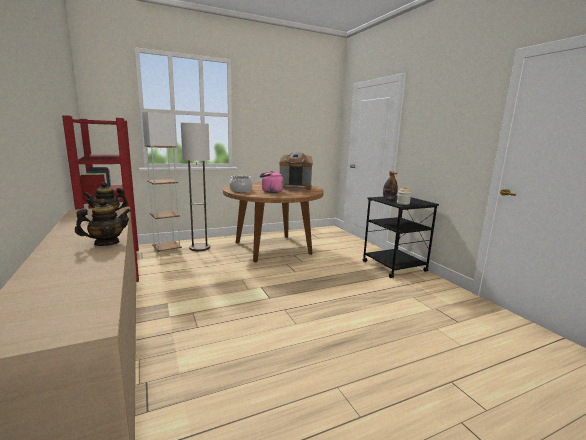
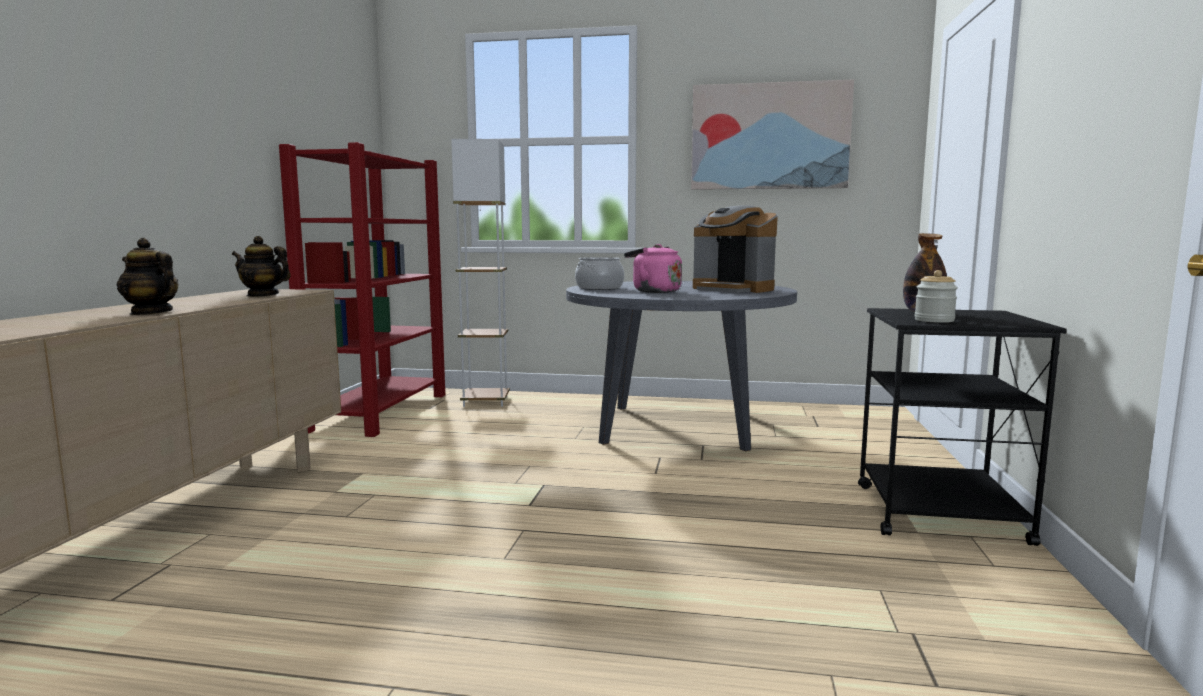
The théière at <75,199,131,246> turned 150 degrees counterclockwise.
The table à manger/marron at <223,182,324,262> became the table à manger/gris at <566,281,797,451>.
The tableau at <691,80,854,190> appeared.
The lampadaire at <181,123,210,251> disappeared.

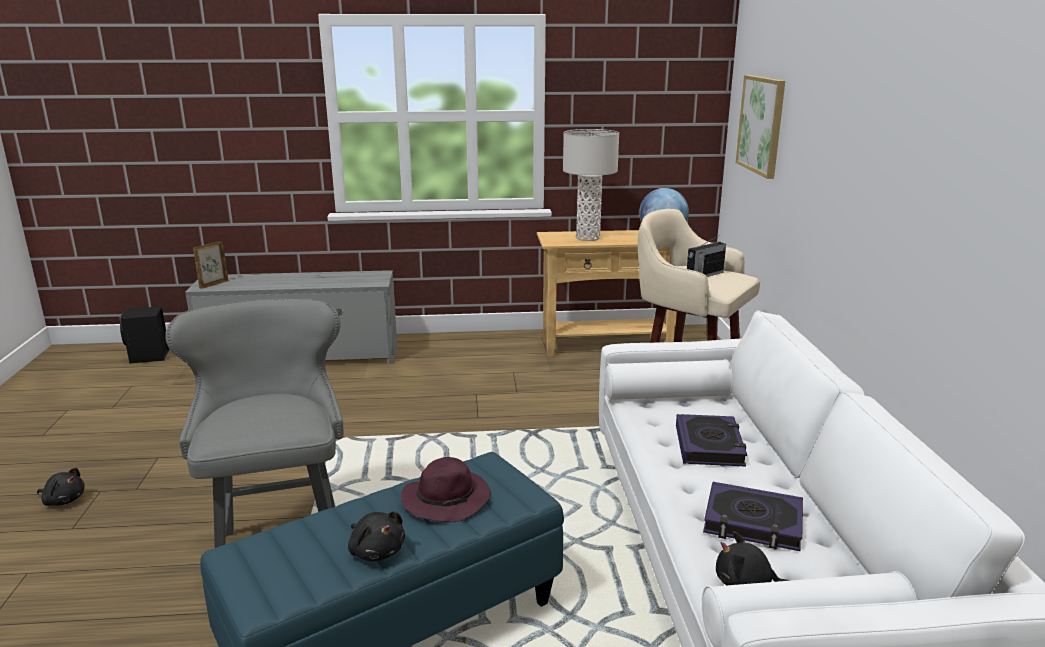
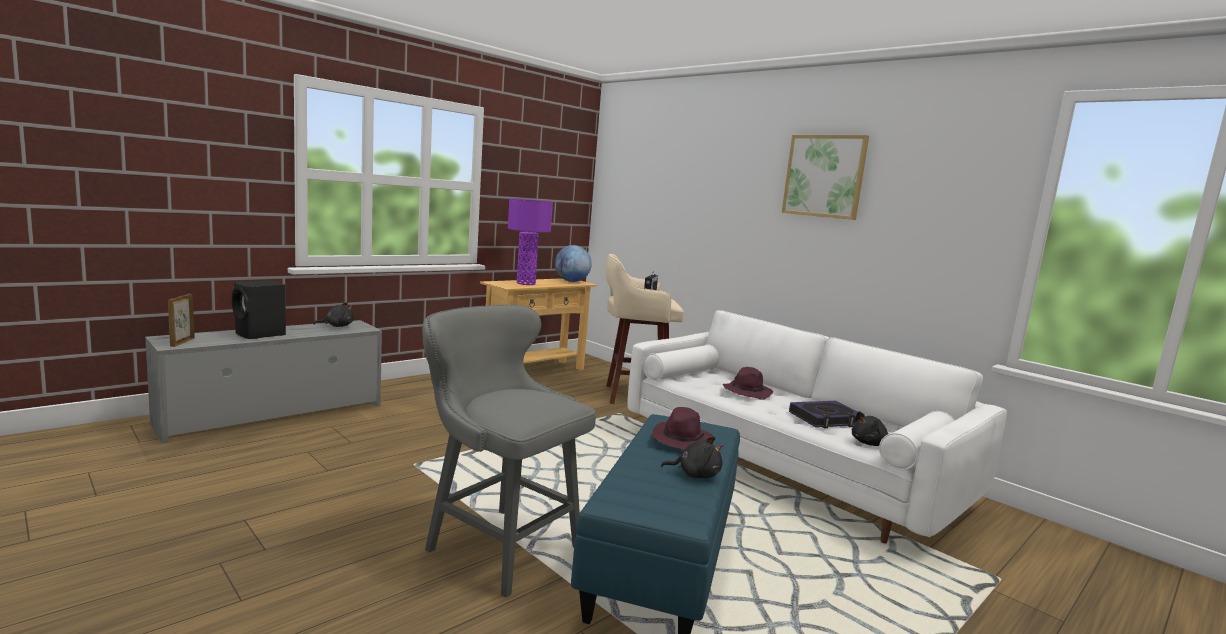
The enceinte/noir moved from <120,306,170,364> to <232,280,286,339>.
The peluche/noir moved from <37,468,85,506> to <314,302,354,327>.
The lampe de table/blanc at <563,129,619,241> became the lampe de table/violet at <508,198,553,285>.
The livre at <676,414,747,466> was replaced by the chapeau/violet at <723,367,773,399>.
The tableau moved from <735,75,785,179> to <782,135,869,220>.

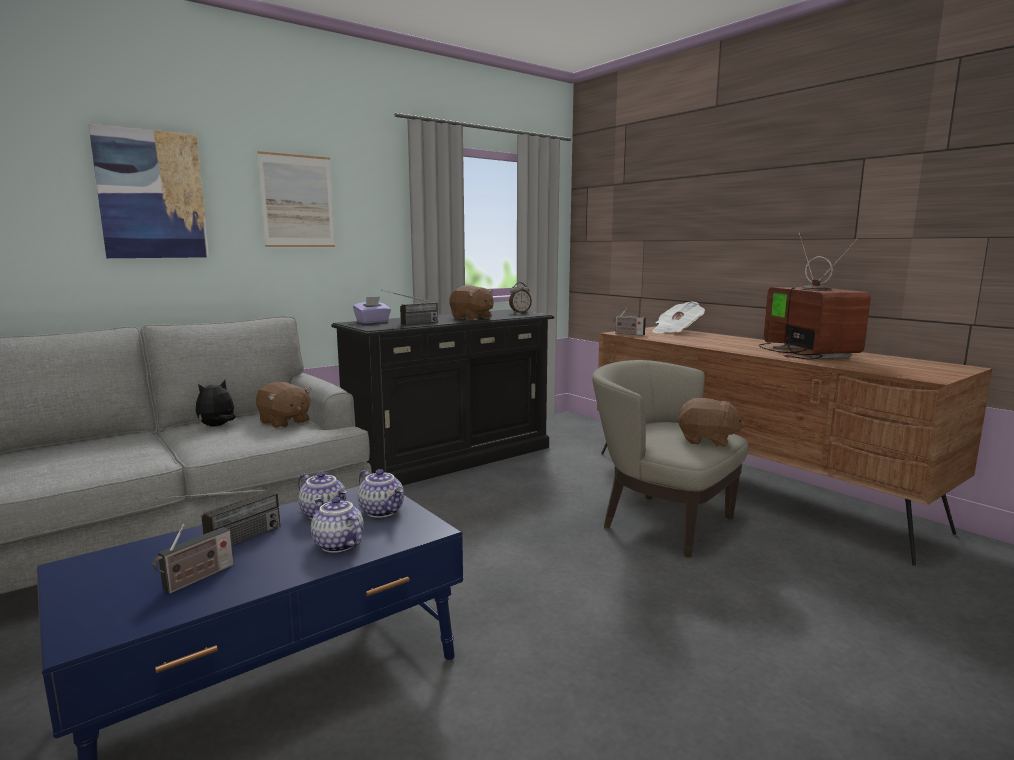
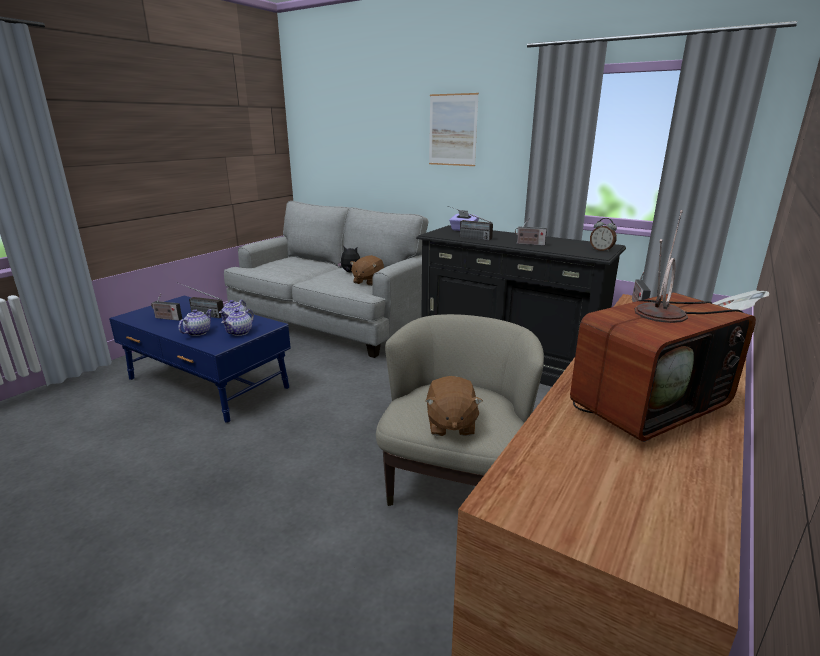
The peluche/marron at <449,285,494,320> was replaced by the radio at <515,218,547,246>.
The tableau at <89,124,209,258> disappeared.

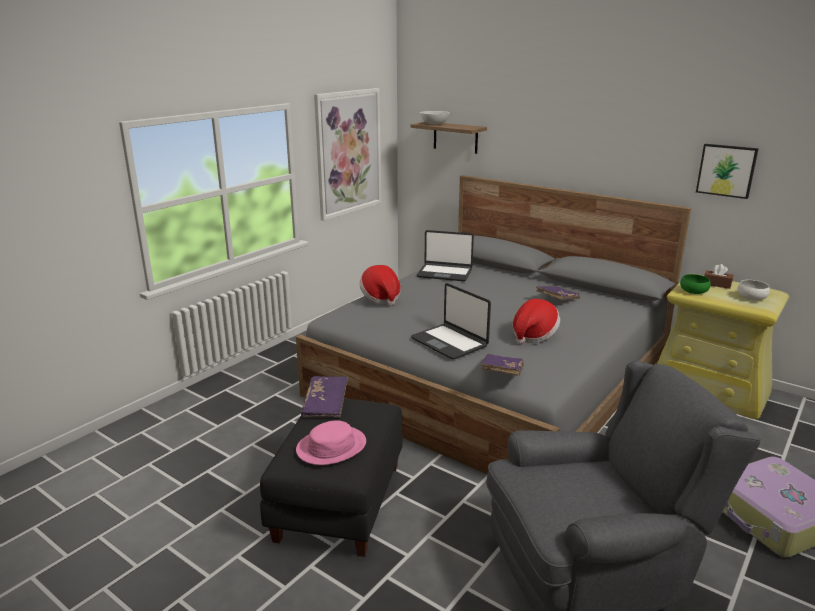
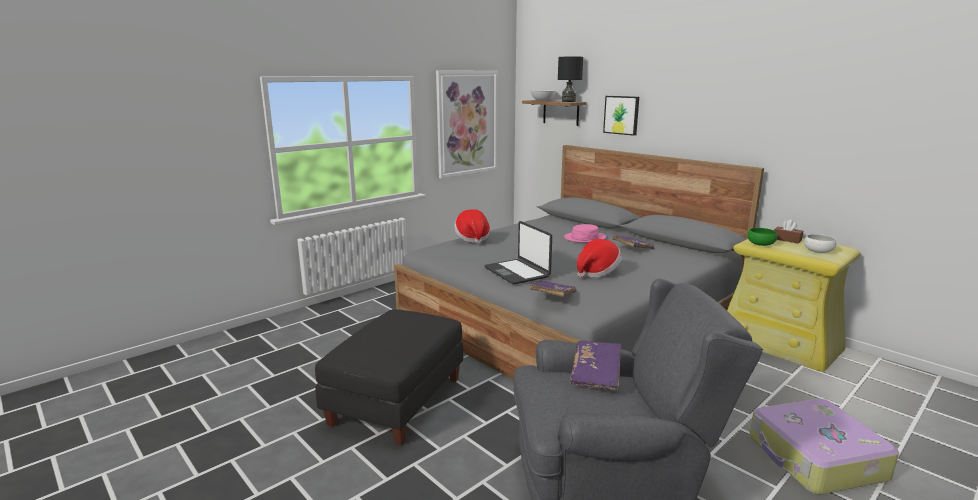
The lampe de table/noir at <558,57,583,102> appeared.
The chapeau/rose moved from <296,420,366,465> to <564,224,606,243>.
The livre/violet moved from <301,376,348,418> to <570,340,621,391>.
The tableau moved from <696,144,759,199> to <603,96,639,136>.
The ordinateur portable at <417,230,474,281> disappeared.

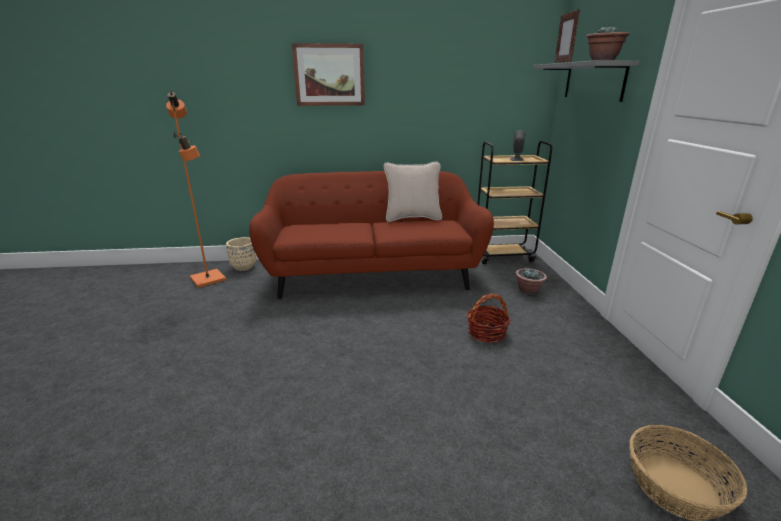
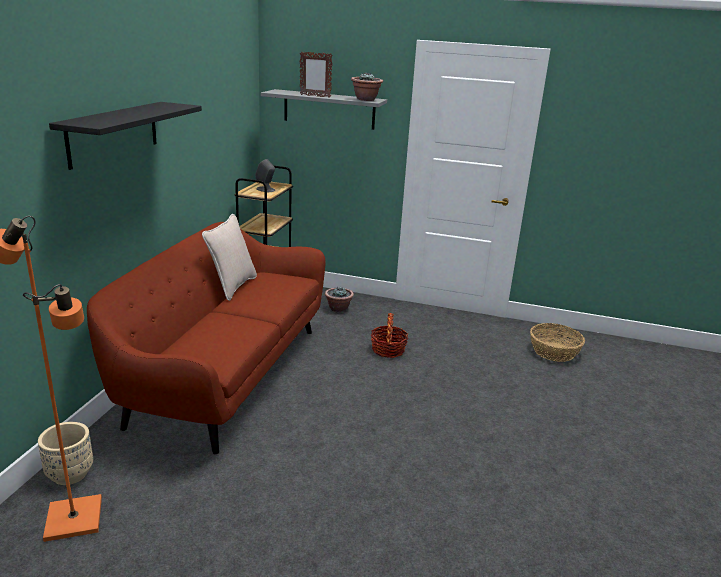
The tableau at <292,43,365,106> was replaced by the étagère/noir at <49,102,202,170>.

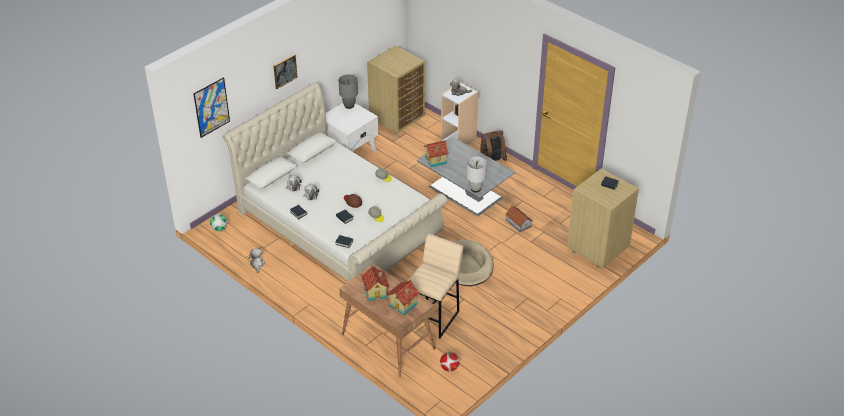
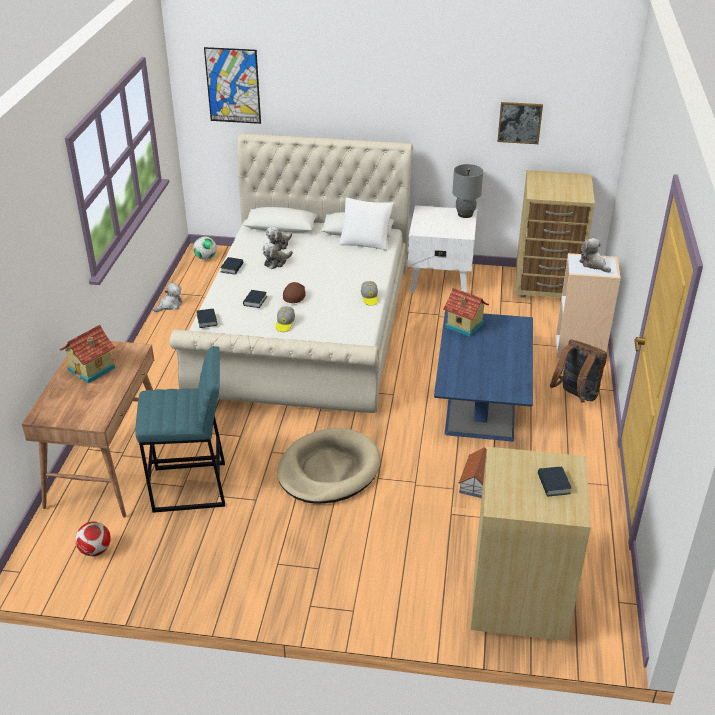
The tabouret/beige at <408,234,463,338> became the tabouret/turquoise at <135,346,225,513>.
The coussin/blanc at <340,198,394,250> appeared.
The table basse/gris at <417,137,515,216> became the table basse/bleu at <434,310,533,441>.
The tableau moved from <273,54,298,89> to <497,102,543,144>.
The maison miniature at <386,279,419,315> disappeared.
The lampe de table/blanc at <466,156,487,192> disappeared.

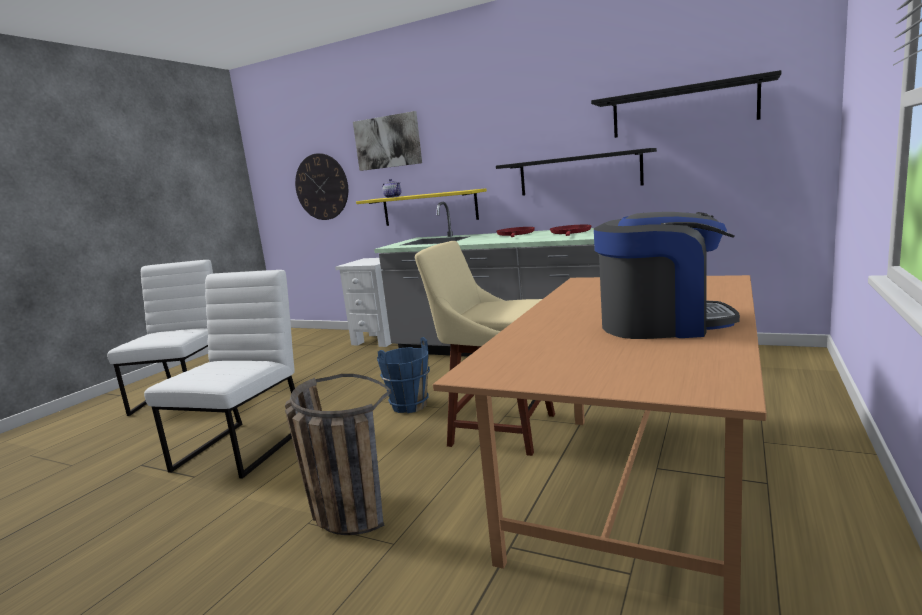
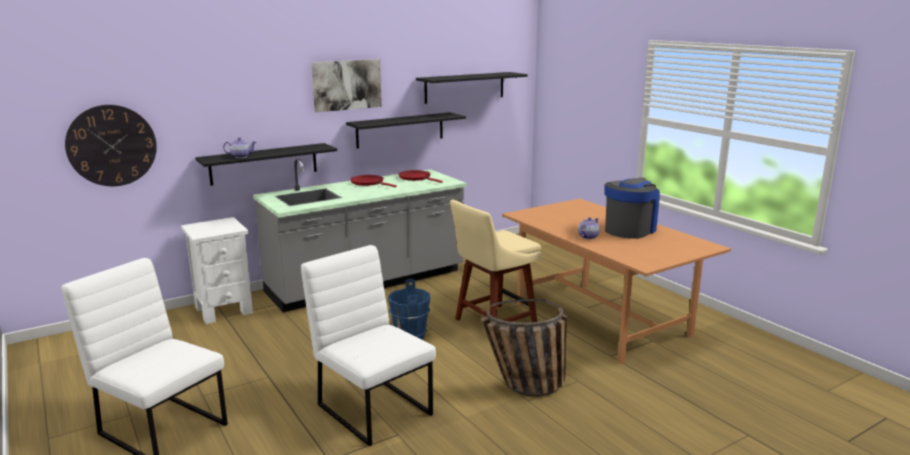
The étagère/jaune at <356,188,487,226> became the étagère/noir at <195,143,337,186>.
The tableau moved from <353,111,422,171> to <311,59,382,112>.
The théière at <578,217,600,239> appeared.

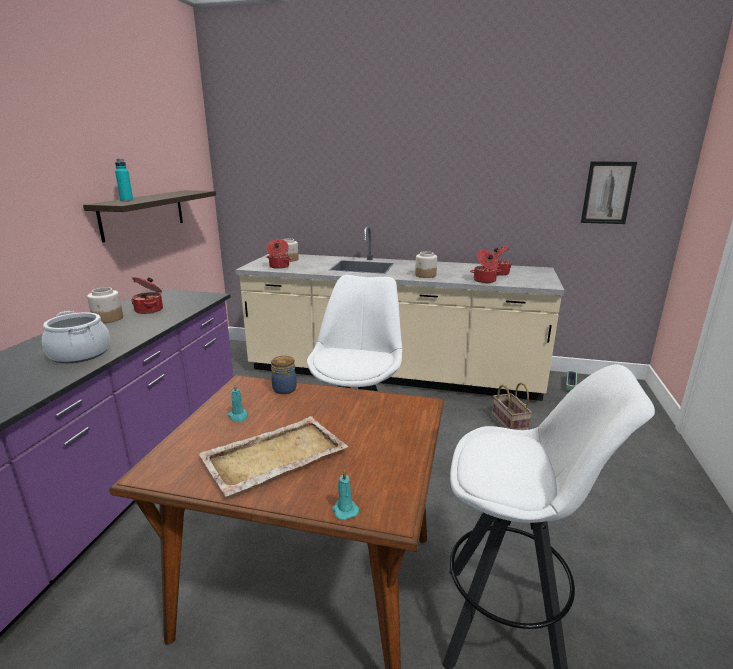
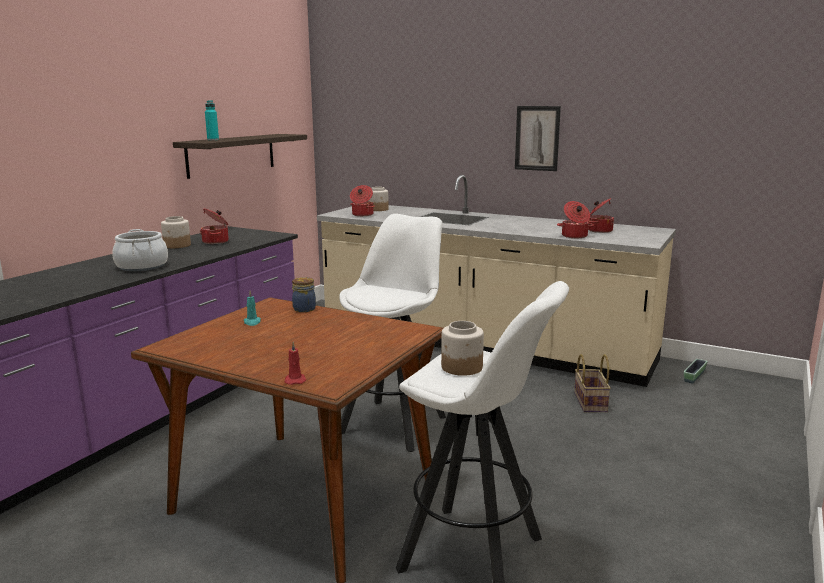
The bougie/turquoise at <332,470,359,520> became the bougie/rouge at <284,342,306,385>.
The bocal moved from <415,251,437,278> to <441,321,484,376>.
The tableau moved from <581,161,637,224> to <515,106,561,171>.
The plateau/beige at <198,416,348,497> disappeared.

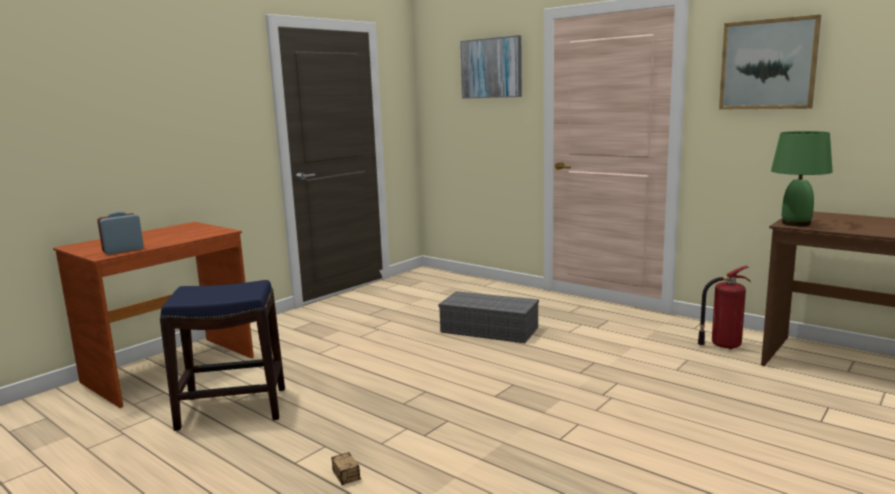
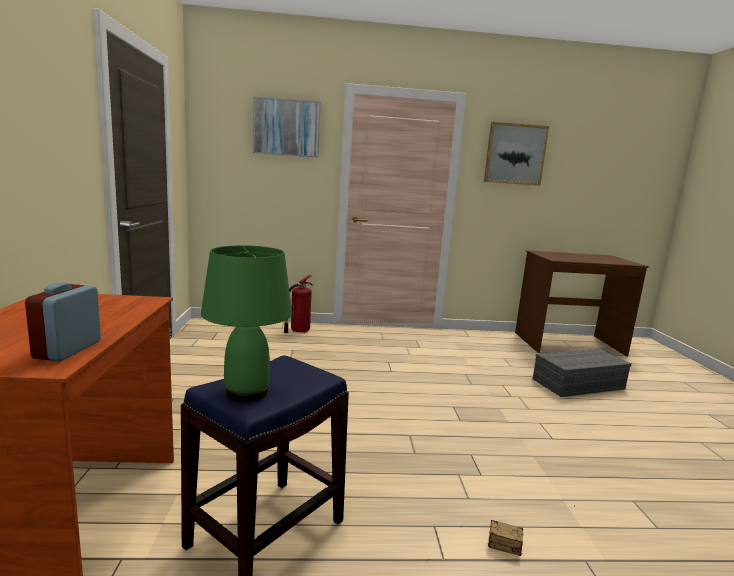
The lampe de table/vert moved from <771,131,833,226> to <201,245,292,402>.
The extincteur moved from <698,266,751,349> to <284,275,313,333>.
The boîte de rangement/gris moved from <438,291,539,343> to <533,349,632,397>.

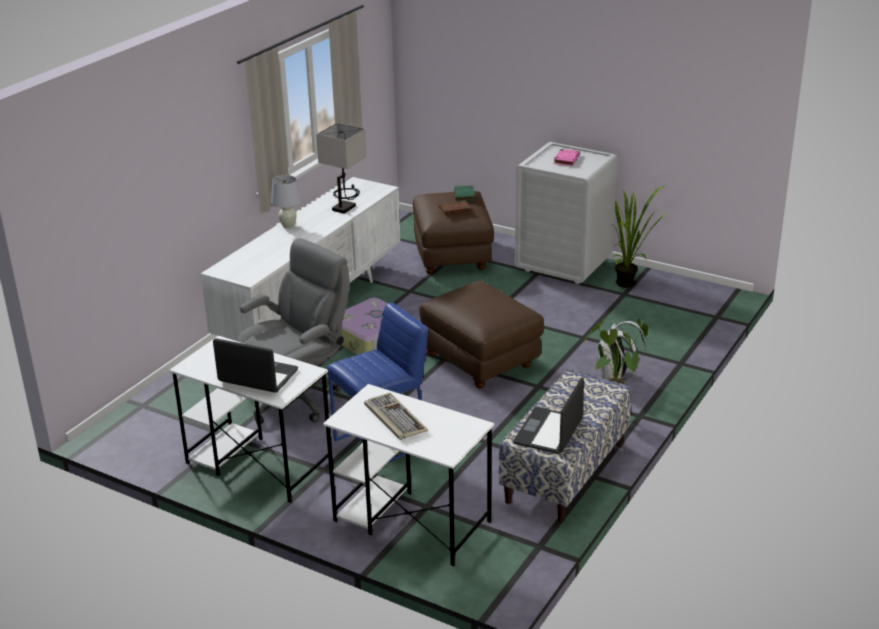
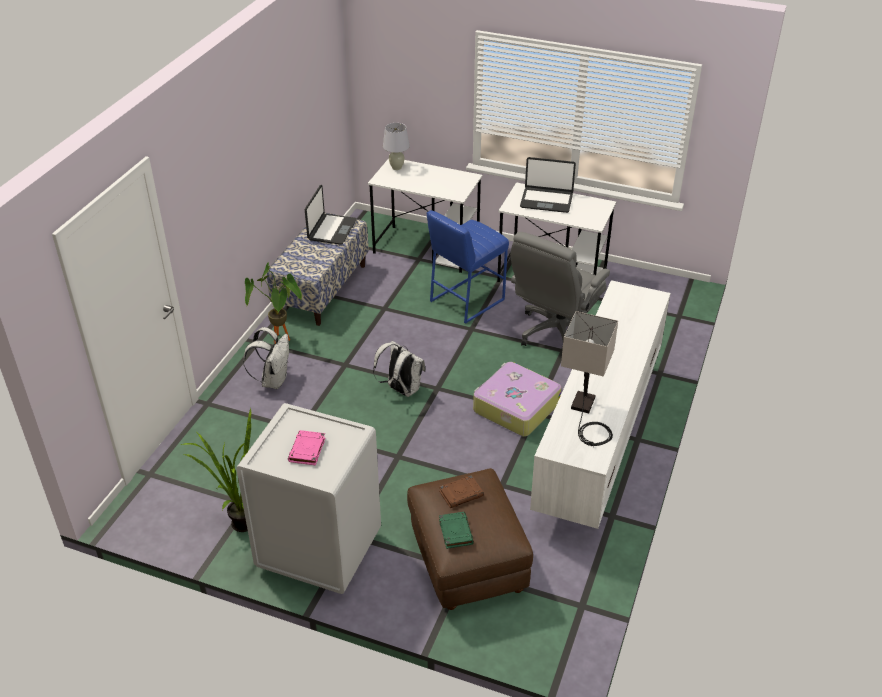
The pouf/marron at <420,281,544,389> was replaced by the sac à dos/blanc at <373,341,426,397>.
The lampe de table/blanc moved from <271,175,301,229> to <383,123,410,170>.
The clavier at <364,393,428,440> disappeared.

